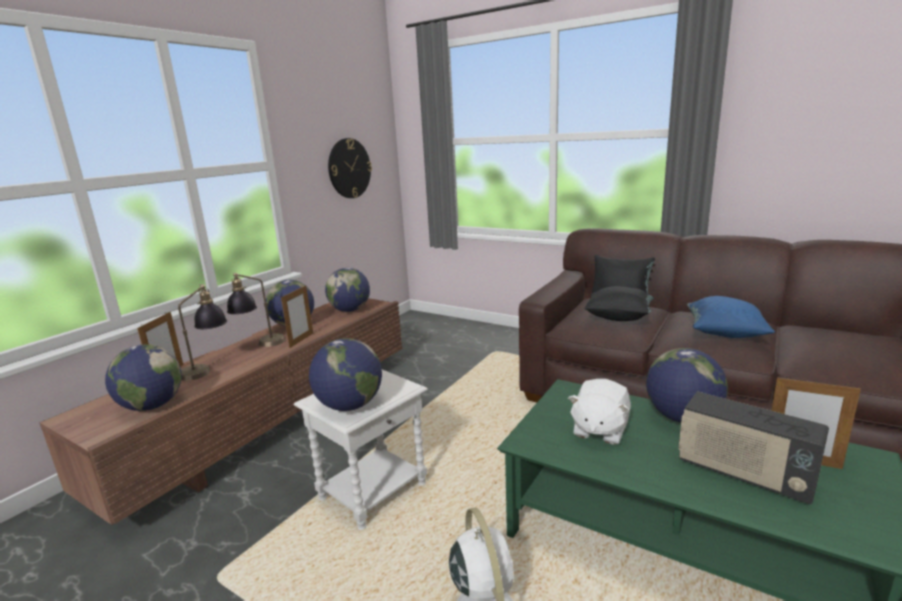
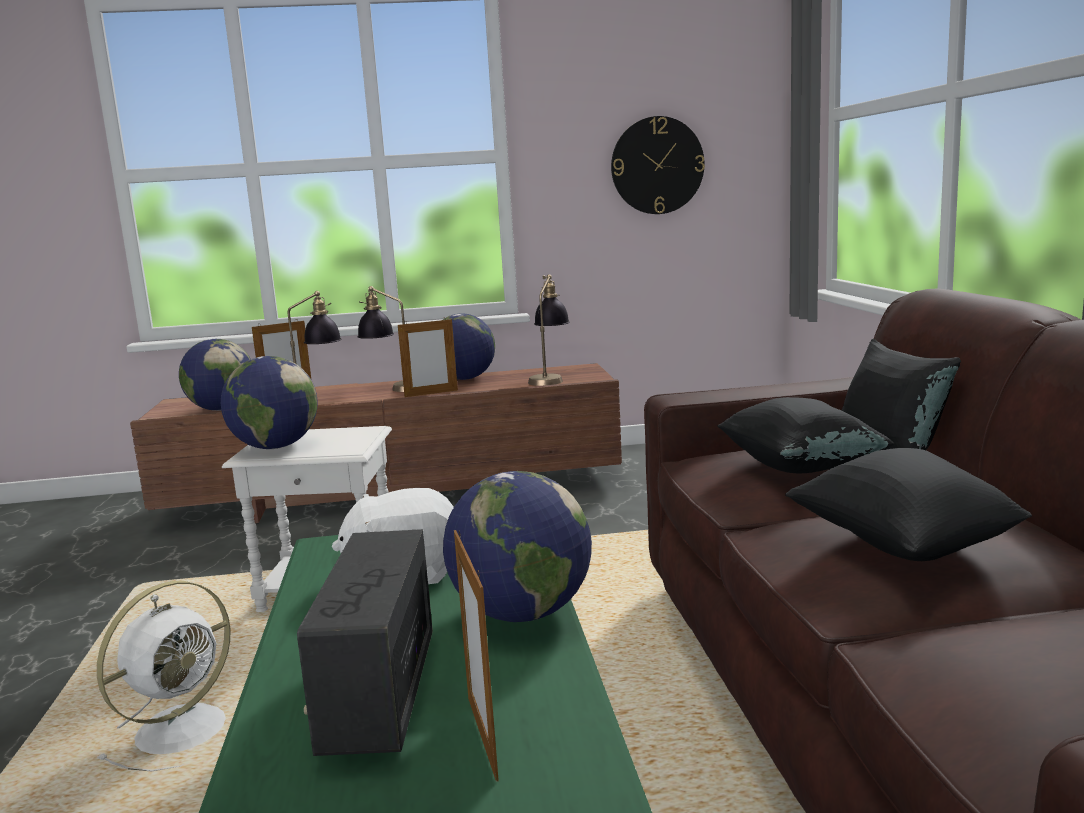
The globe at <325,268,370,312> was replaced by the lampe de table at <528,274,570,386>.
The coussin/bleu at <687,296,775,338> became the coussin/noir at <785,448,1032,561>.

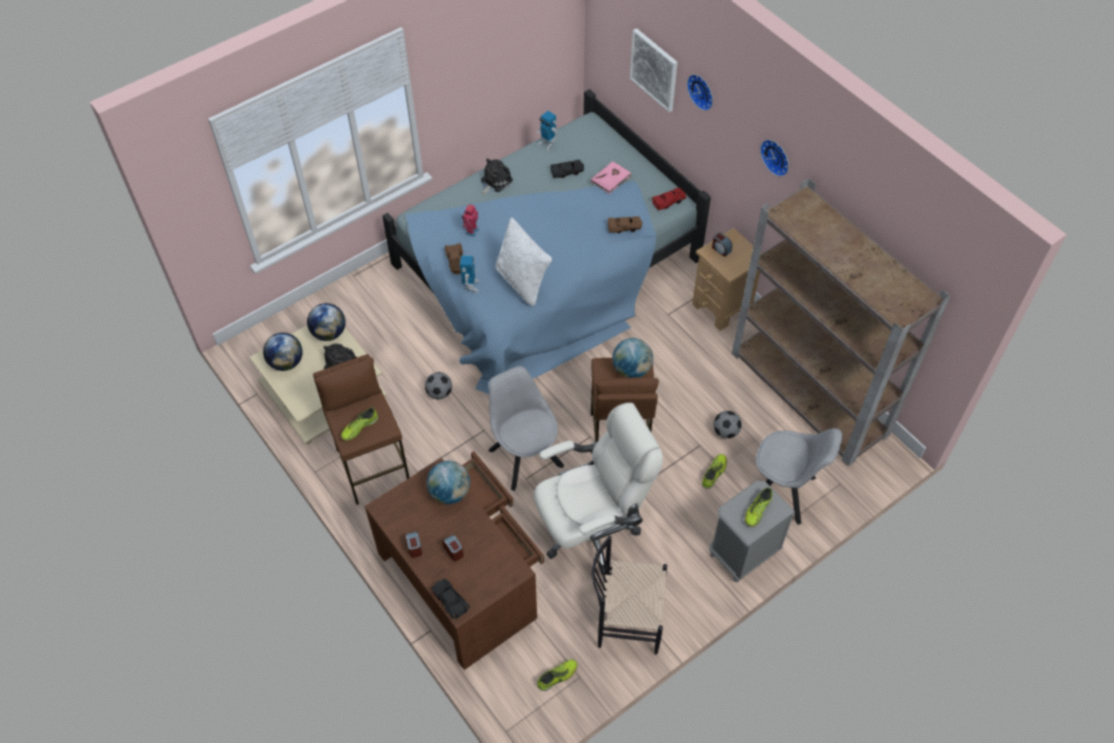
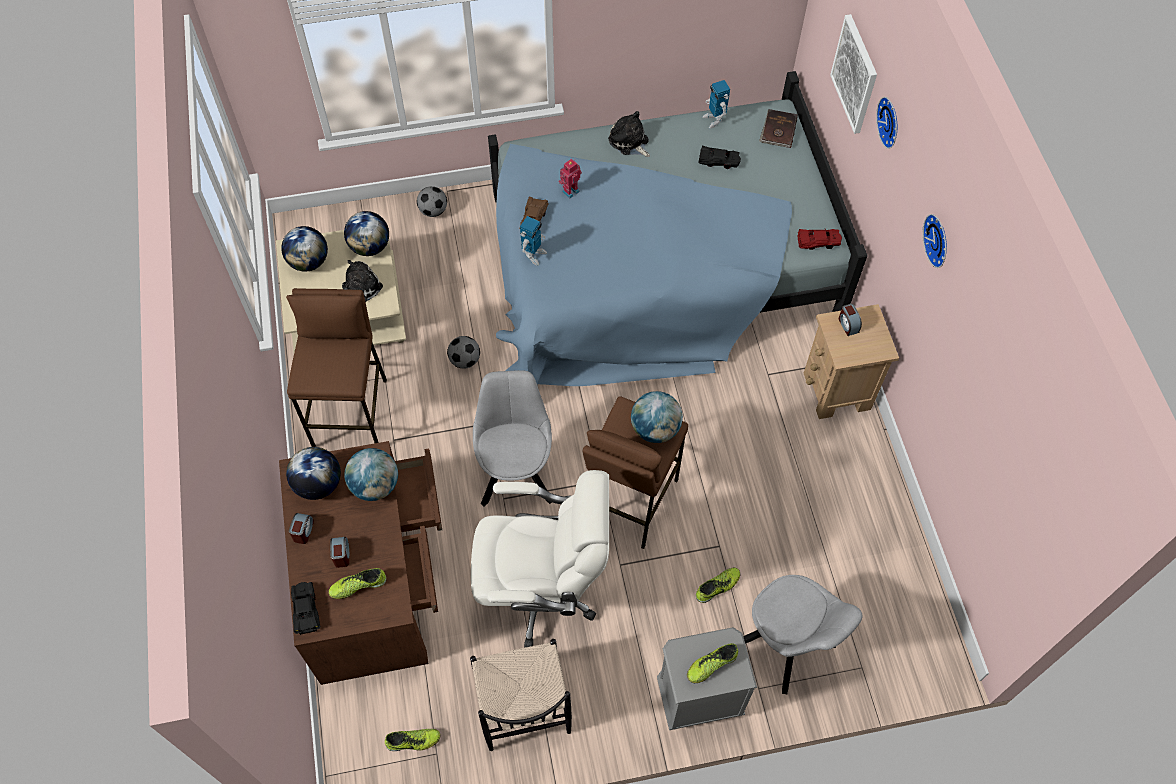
The globe at <286,447,341,500> appeared.
The chaussure moved from <341,407,378,441> to <328,568,386,599>.
The ballon de foot moved from <713,411,742,439> to <417,186,447,217>.
The chaise/noir at <592,536,667,654> turned 135 degrees counterclockwise.
The peluche at <481,158,513,195> turned 105 degrees counterclockwise.
The livre/marron at <759,109,798,148> appeared.
The coussin/blanc at <496,217,552,306> disappeared.
The livre/rose at <591,161,633,194> disappeared.
The petite voiture/marron at <608,216,642,233> disappeared.
The bibliothèque/marron at <732,178,951,466> disappeared.

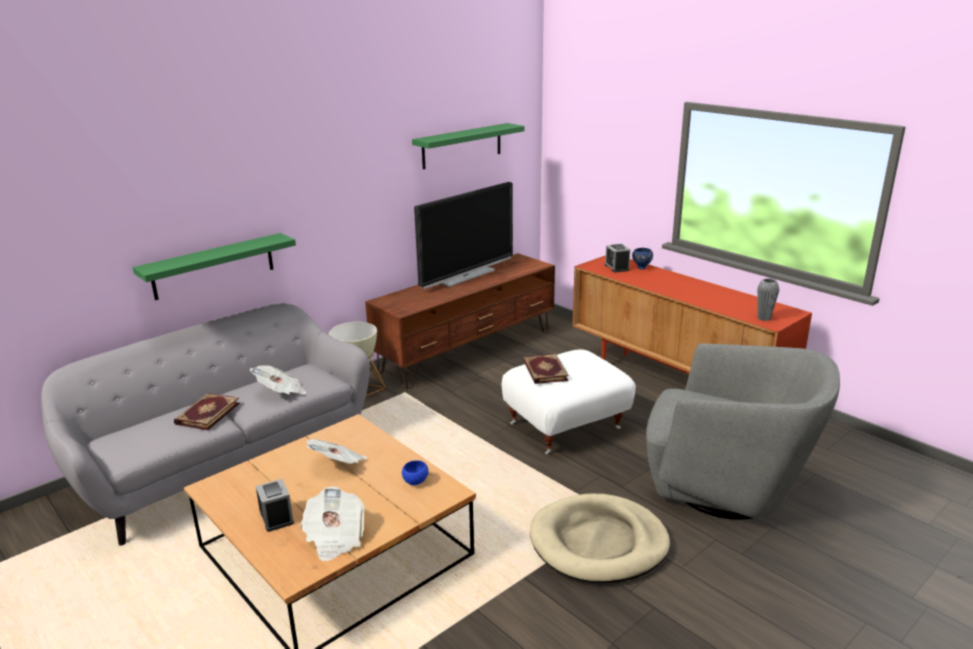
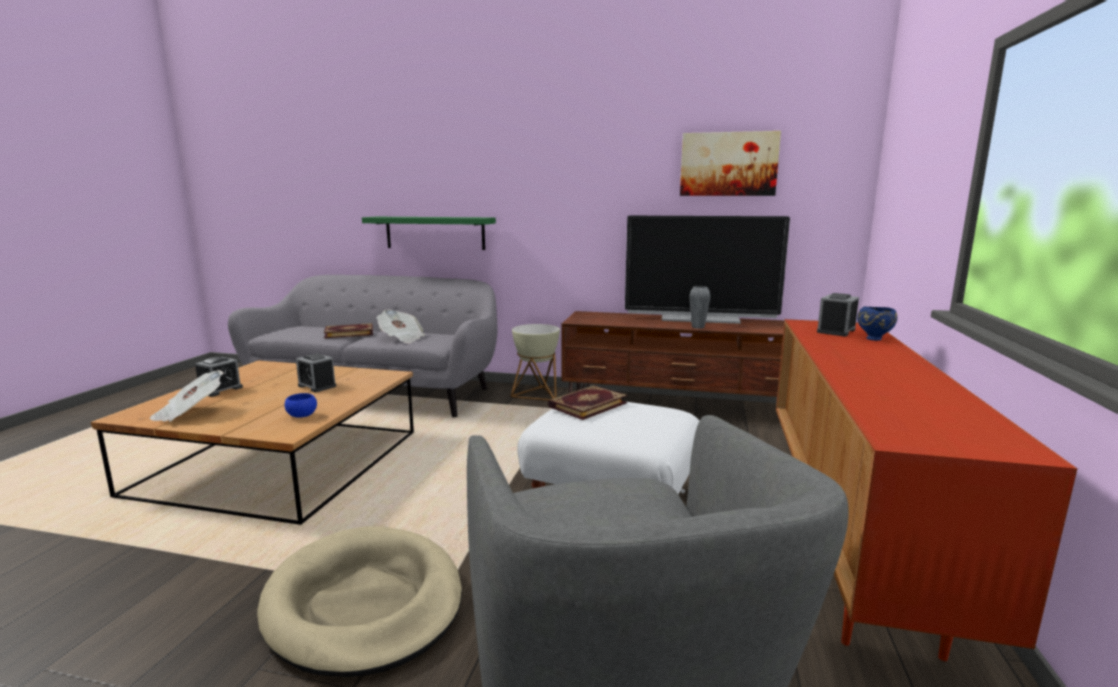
The journal at <306,439,368,464> was replaced by the réveil at <296,353,336,392>.
The étagère/vert at <412,123,525,169> was replaced by the tableau at <680,131,781,196>.
The vase/gris moved from <757,278,779,321> to <689,286,711,329>.

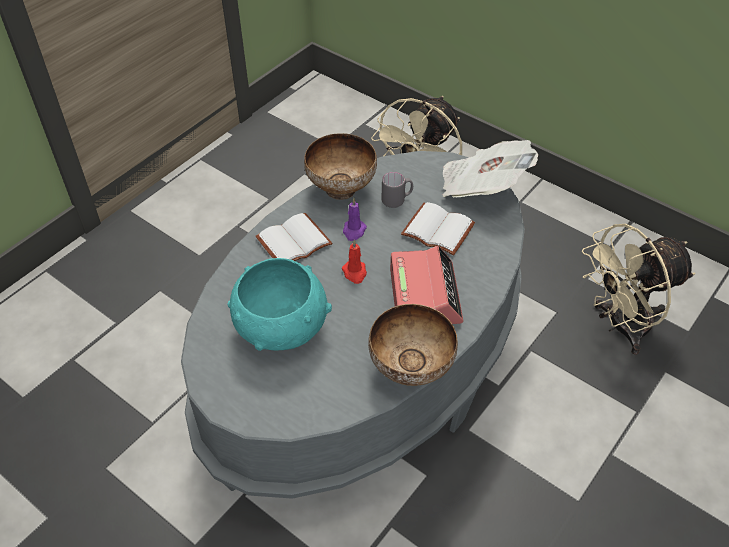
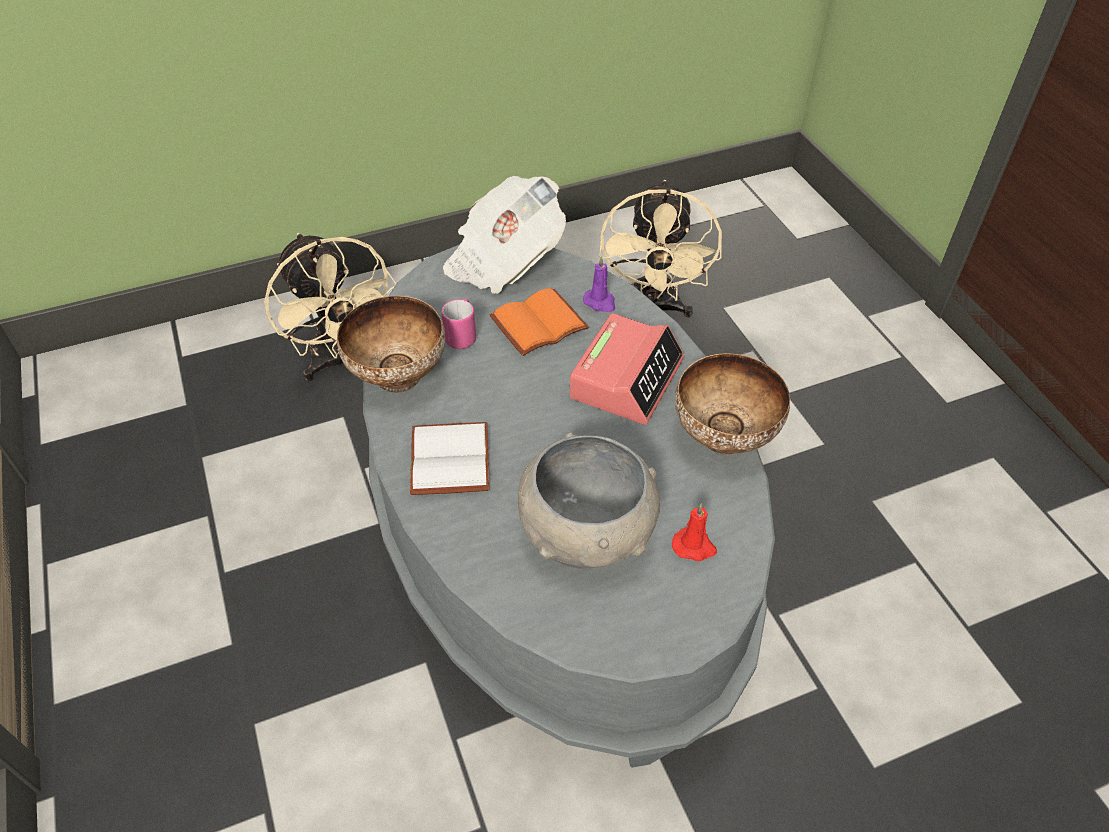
The mug/gris at <382,172,413,208> became the mug/rose at <442,299,476,349>.
The livre/blanc at <401,202,475,255> became the livre/orange at <490,288,589,356>.
The bol/turquoise at <227,258,332,351> became the bol/gris at <518,432,660,569>.
The réveil at <390,246,463,324> turned 90 degrees clockwise.
The bougie/violet moved from <343,198,367,241> to <583,256,615,312>.
The bougie/rouge moved from <342,240,367,284> to <672,503,717,561>.

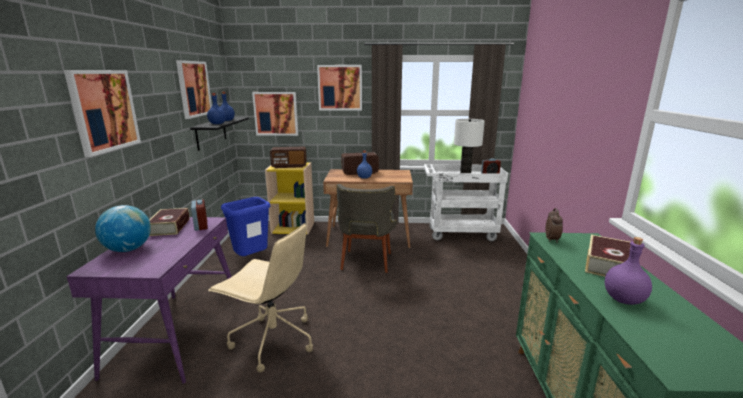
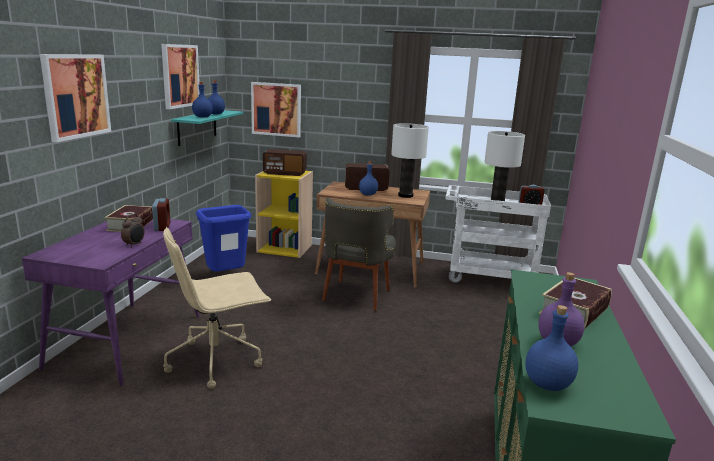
The réveil moved from <546,208,563,243> to <121,214,145,247>.
The chaise de bureau/beige at <208,223,313,373> turned 120 degrees clockwise.
The étagère/noir at <190,117,249,151> became the étagère/turquoise at <171,110,243,146>.
The lampe de table/blanc at <391,123,429,198> appeared.
The bouteille/bleu at <525,305,578,391> appeared.
The globe at <95,205,151,252> disappeared.
The tableau at <317,65,362,111> disappeared.

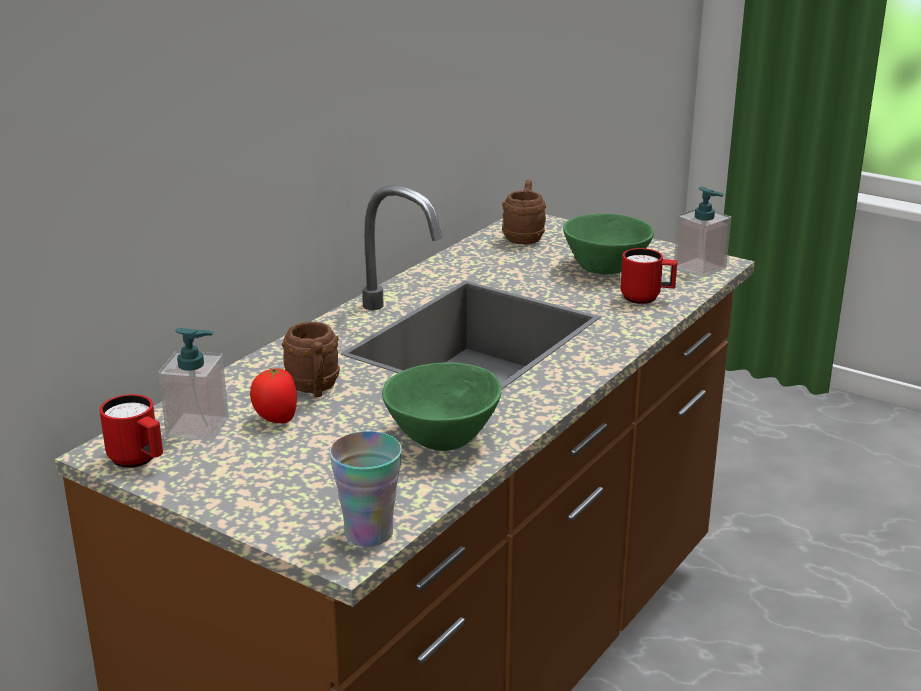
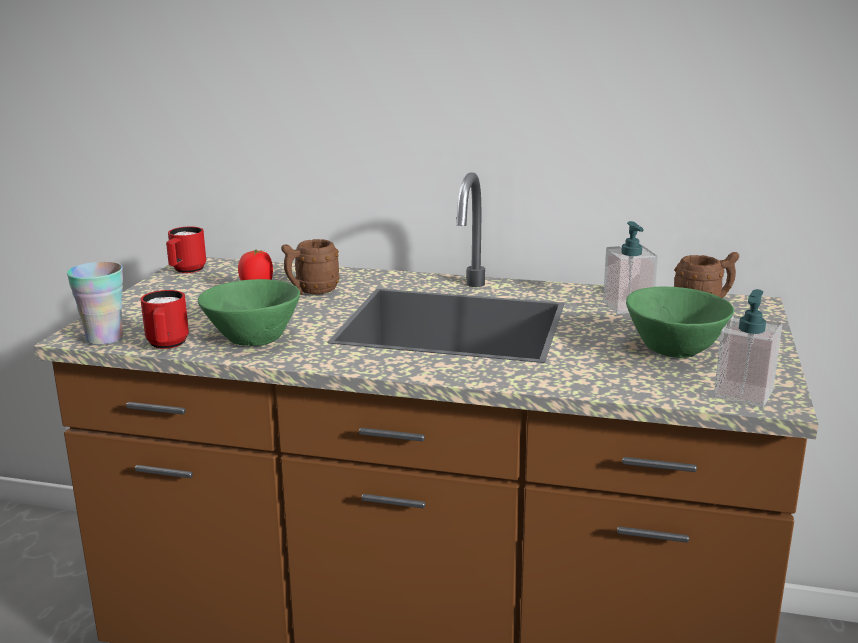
The mug/rouge moved from <621,248,677,304> to <140,290,189,349>.
The distributeur de savon moved from <158,328,229,441> to <603,221,658,314>.

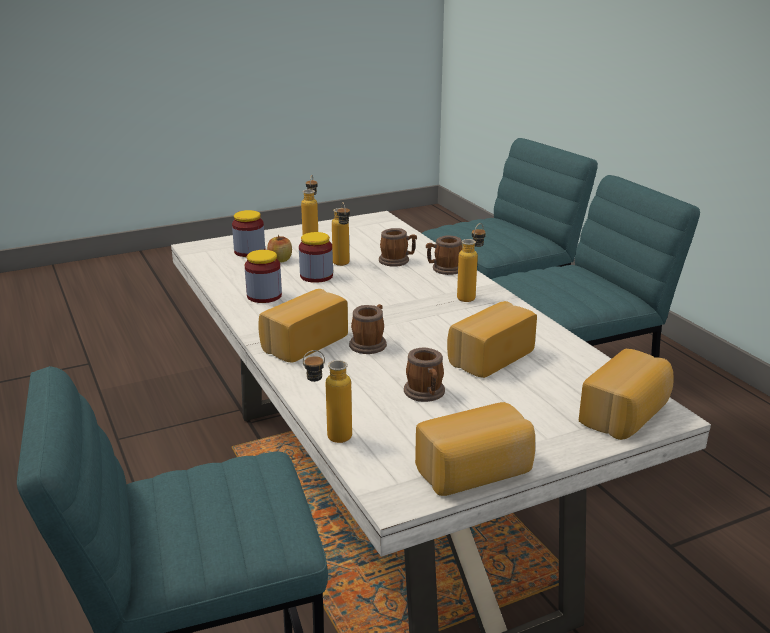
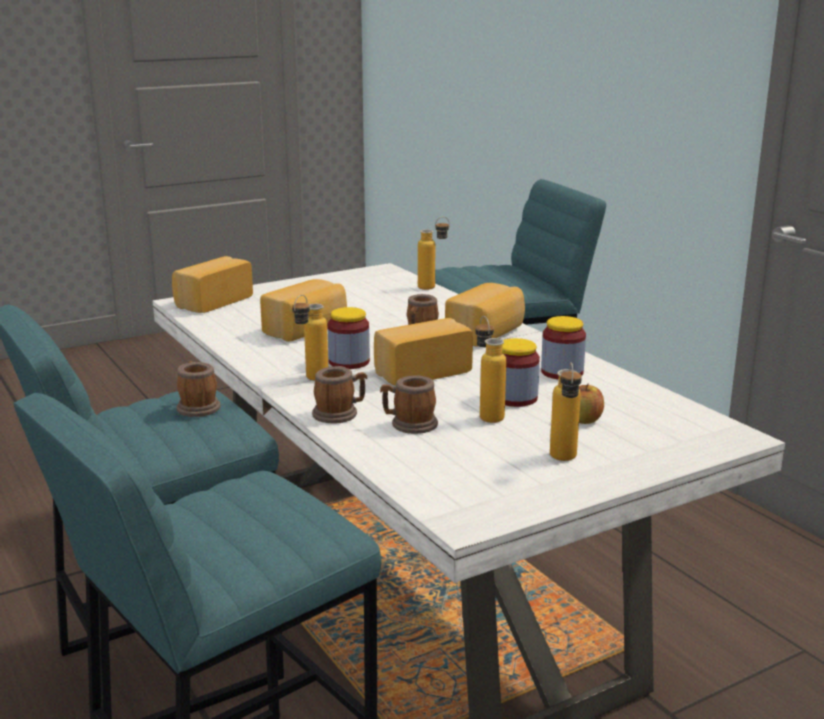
The mug moved from <404,347,445,402> to <177,361,220,417>.
The bocal moved from <232,210,265,257> to <328,307,370,369>.
The pain moved from <415,402,535,496> to <374,318,473,386>.

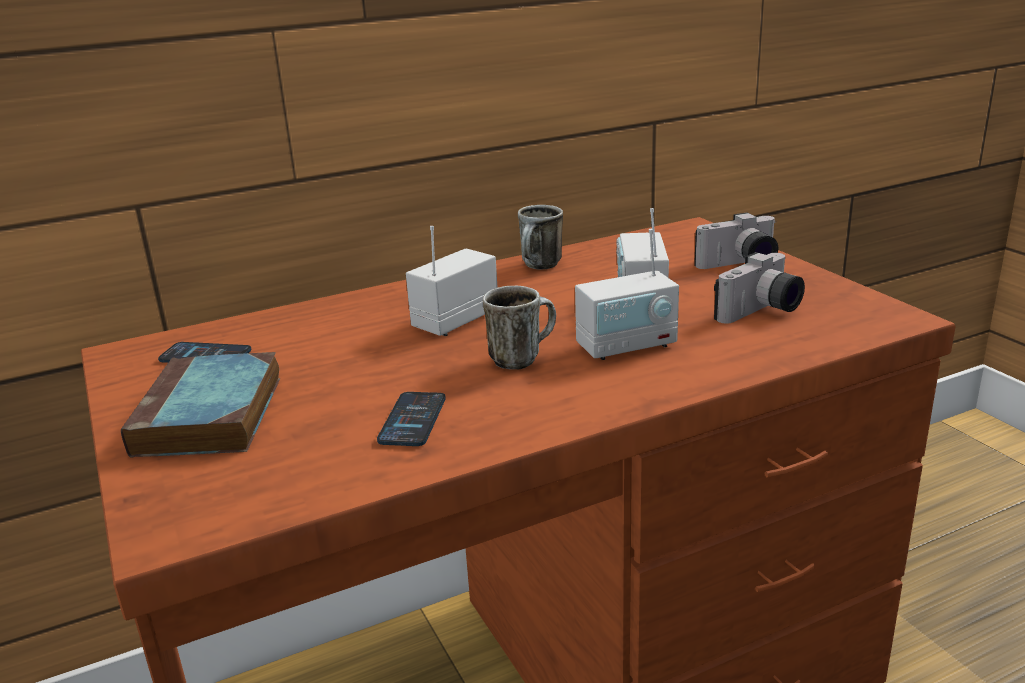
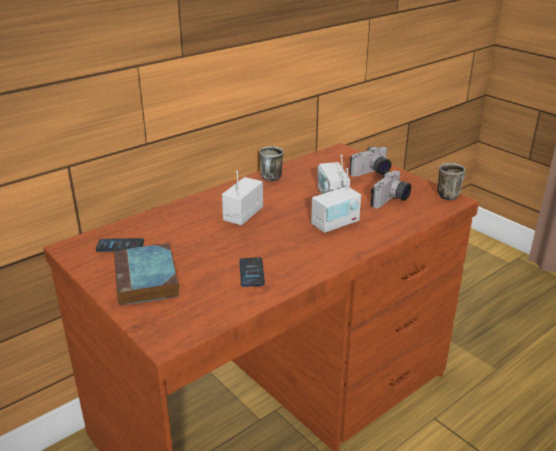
The mug moved from <483,286,556,369> to <437,163,465,200>.

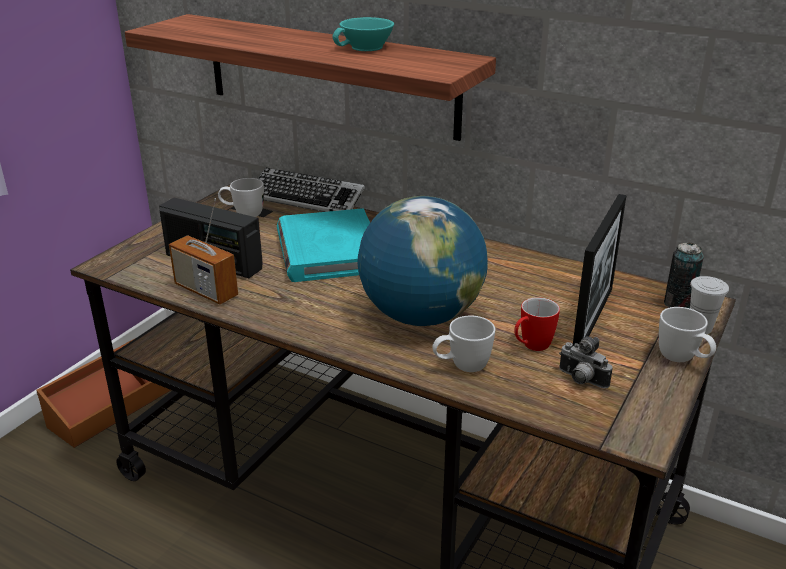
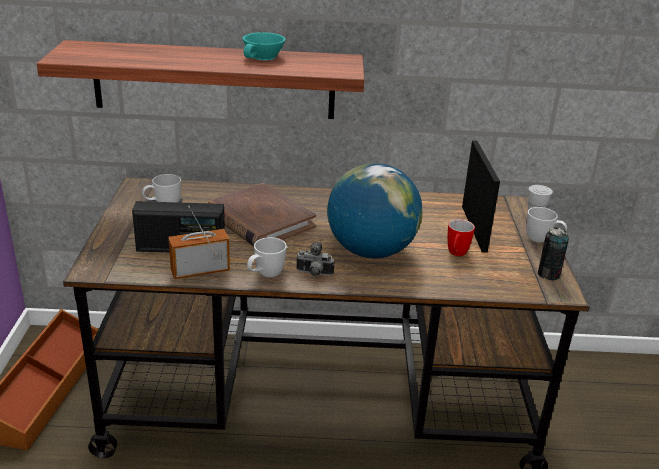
The radio at <169,198,238,304> turned 150 degrees clockwise.
The livre/turquoise at <277,208,370,282> became the livre/marron at <208,183,316,246>.
The mug/blanc moved from <432,316,495,372> to <247,237,287,277>.
The appareil photo moved from <559,336,613,389> to <296,242,334,276>.
The boîte métallique moved from <664,242,704,308> to <538,227,569,280>.
The clavier at <258,168,365,212> disappeared.

